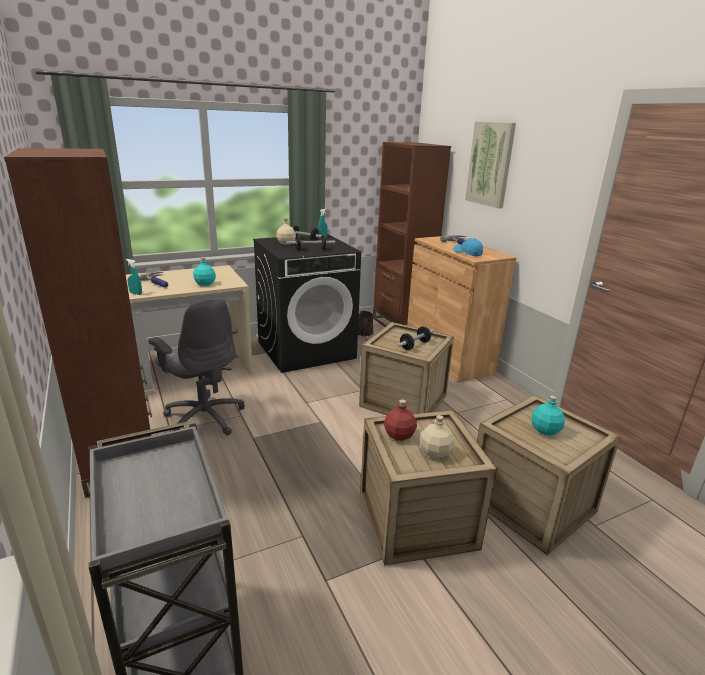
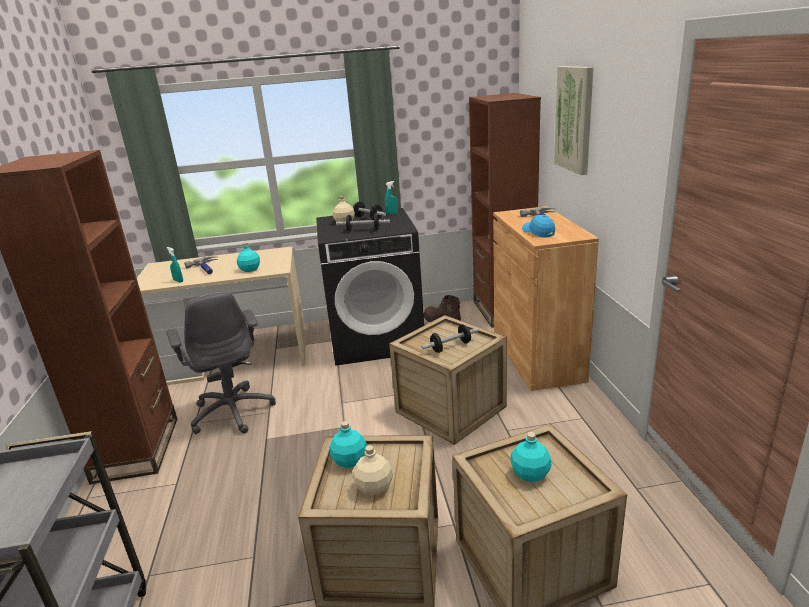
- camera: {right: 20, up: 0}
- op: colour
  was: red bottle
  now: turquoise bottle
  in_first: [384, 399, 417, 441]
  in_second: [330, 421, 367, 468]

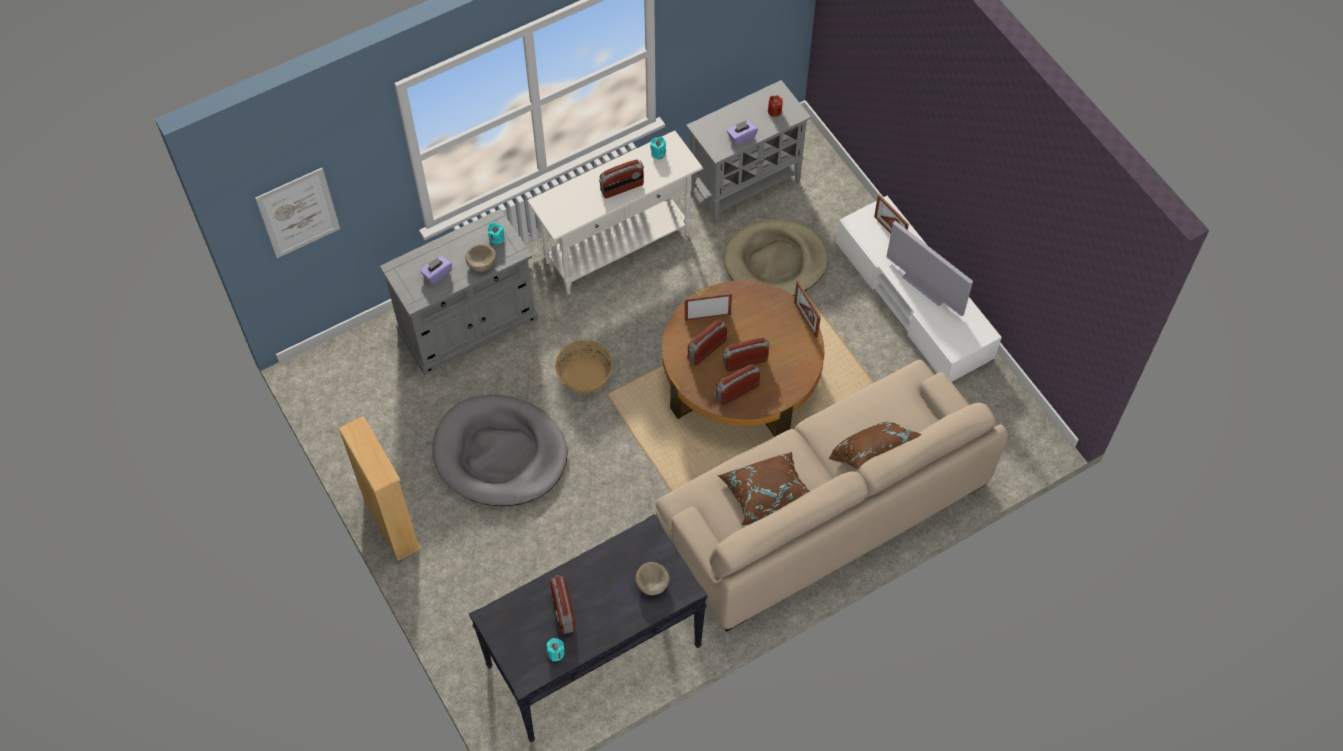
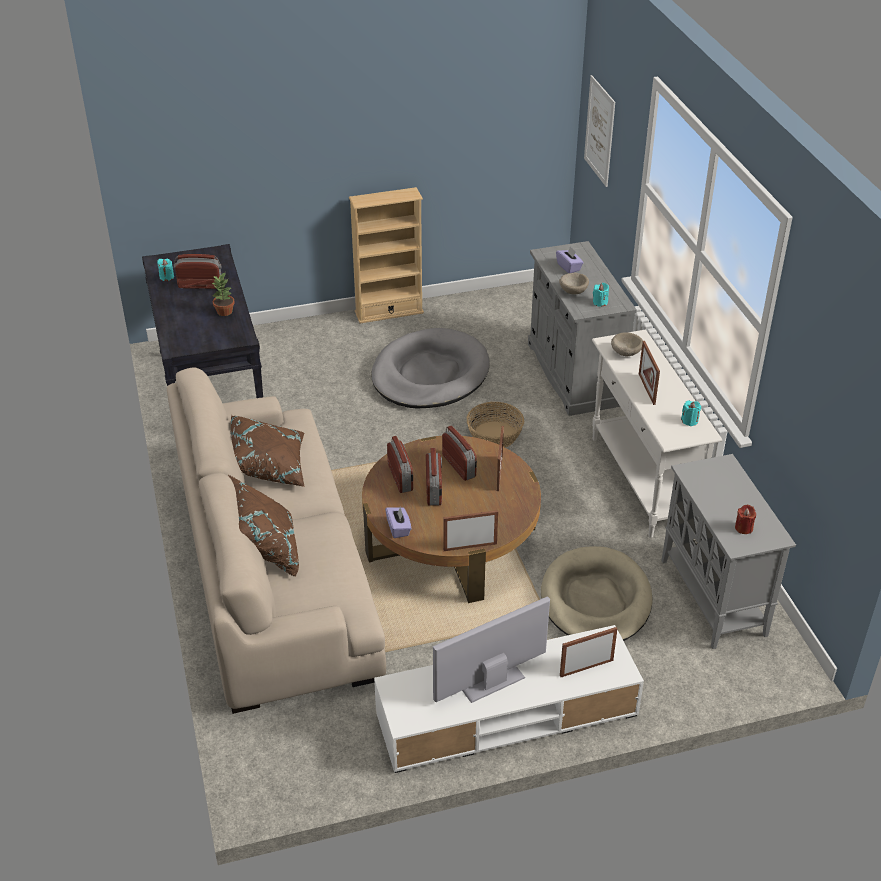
- camera: {right: 105, up: -20}
- op: exchanged
  was: radio
  now: picture frame
  in_first: [599, 159, 644, 198]
  in_second: [639, 341, 660, 405]
- op: relocated
  was: beige bowl
  in_first: [636, 562, 670, 595]
  in_second: [611, 332, 643, 356]
- op: relocated
  was: purple tissue box
  in_first: [727, 120, 758, 146]
  in_second: [385, 506, 411, 538]
- op: appeared
  now: potted plant
  in_second: [213, 272, 235, 316]

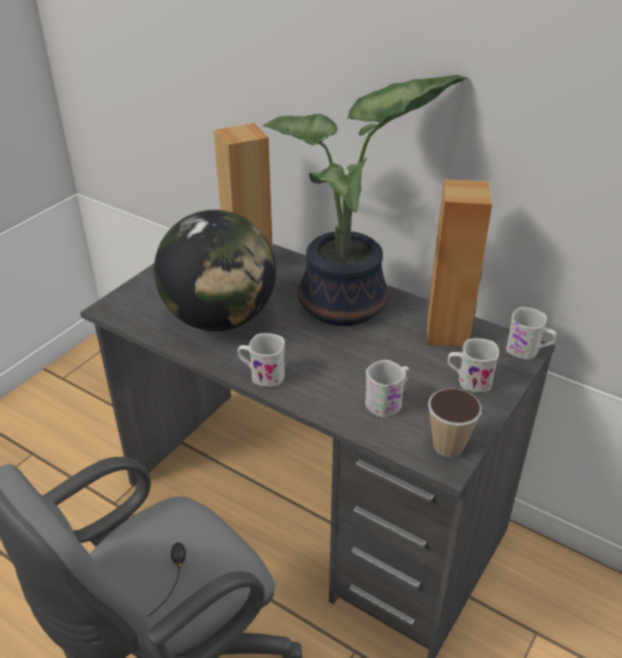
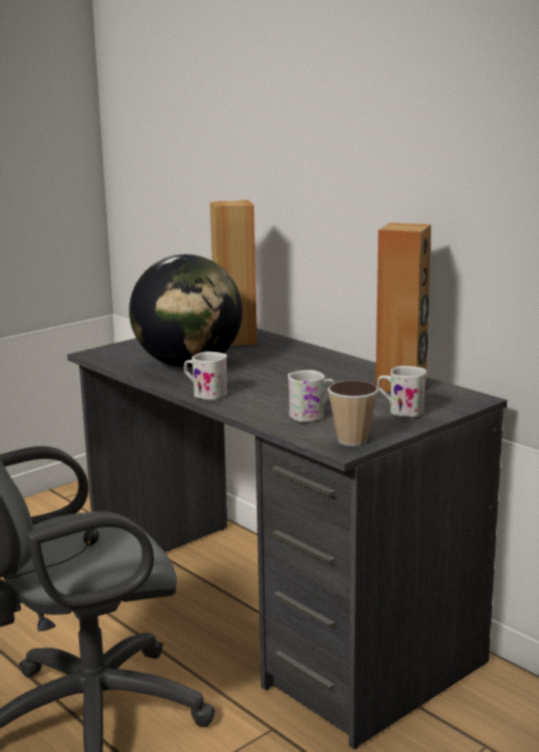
- camera: {right: 15, up: -20}
- op: missing
  was: potted plant
  in_first: [263, 75, 467, 326]
- op: missing
  was: white mug
  in_first: [506, 307, 557, 360]

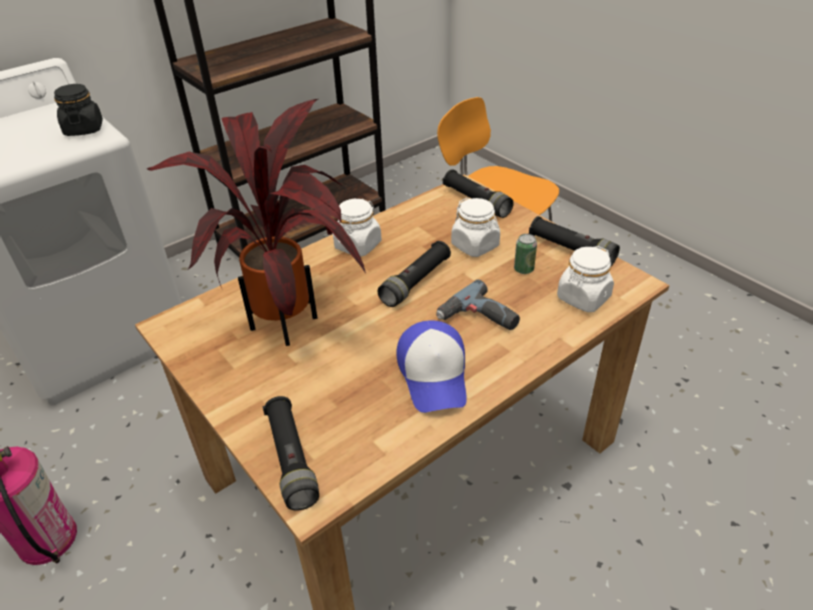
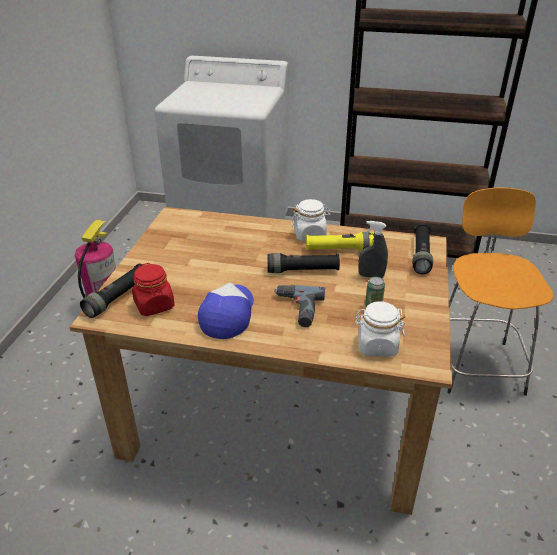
- camera: {right: 50, up: -5}
- op: missing
  was: black jar
  in_first: [54, 84, 103, 136]
- op: missing
  was: potted plant
  in_first: [147, 99, 366, 346]
- op: spun
  was: cap
  in_first: [396, 320, 467, 413]
  in_second: [198, 283, 254, 339]
  clockwise: 150
- op: exchanged
  was: white jar
  now: grey spray bottle
  in_first: [451, 198, 500, 257]
  in_second: [359, 221, 388, 278]
- op: missing
  was: black flashlight
  in_first: [529, 216, 620, 266]
- op: appeared
  now: red jar
  in_second: [132, 263, 175, 316]
- op: appeared
  now: yellow flashlight
  in_second: [306, 232, 374, 251]

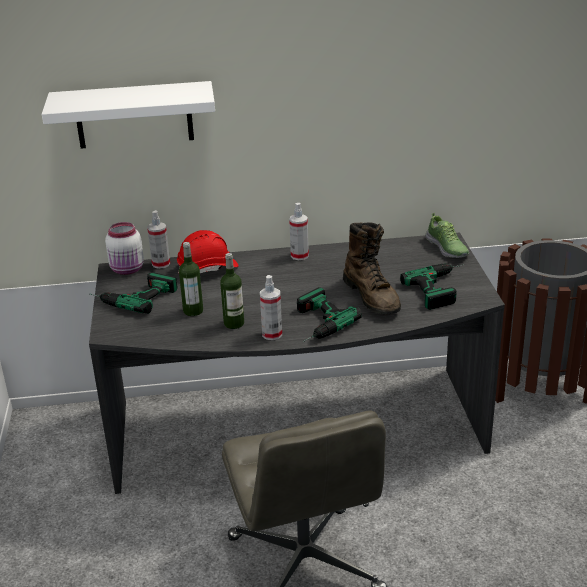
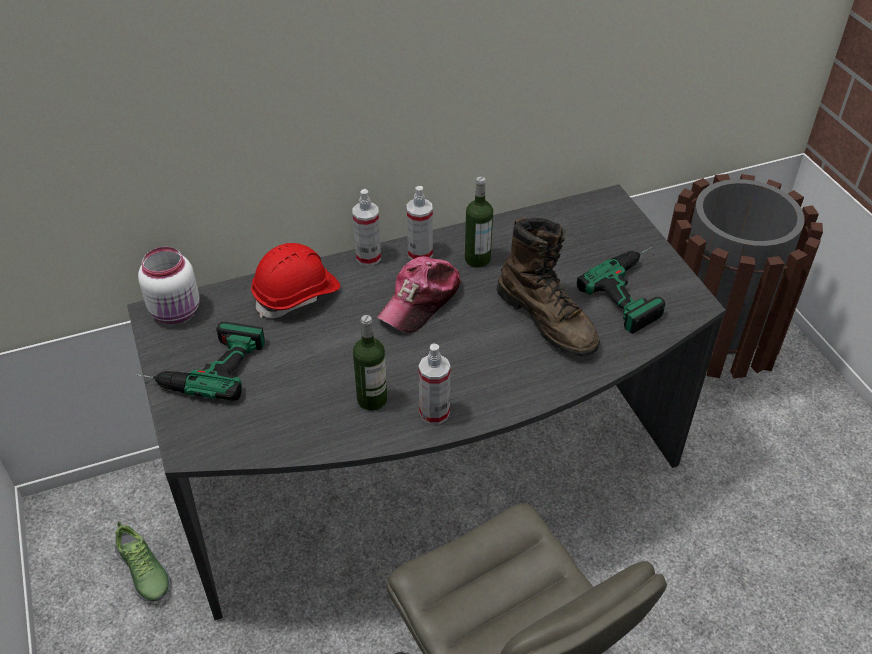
- camera: {right: -15, up: 15}
- op: missing
  was: white shelf
  in_first: [42, 81, 215, 149]
- op: relocated
  was: spray bottle
  in_first: [147, 210, 170, 269]
  in_second: [353, 189, 381, 266]
- op: relocated
  was: bottle
  in_first: [179, 242, 203, 316]
  in_second: [465, 176, 493, 268]
- op: missing
  was: power drill
  in_first: [297, 287, 362, 342]
- op: relocated
  was: shoe
  in_first: [425, 213, 469, 258]
  in_second: [115, 521, 171, 602]
- op: appeared
  now: cap
  in_second: [377, 256, 461, 333]

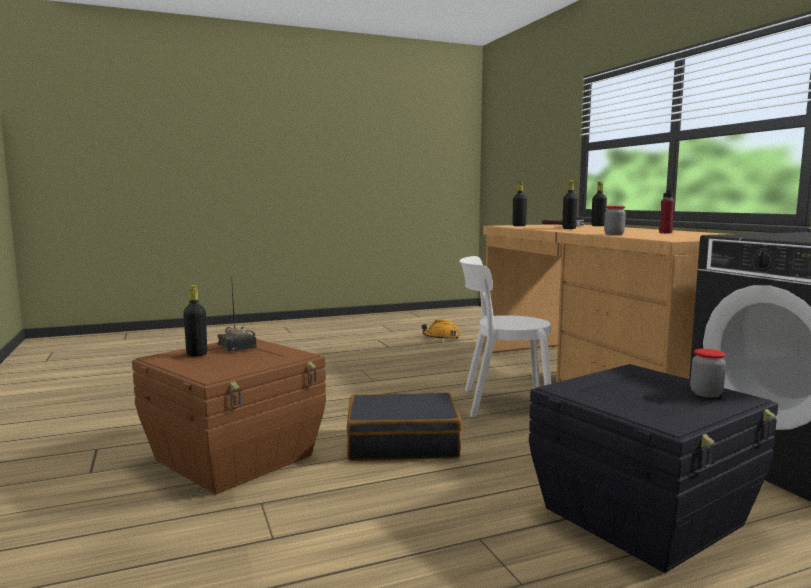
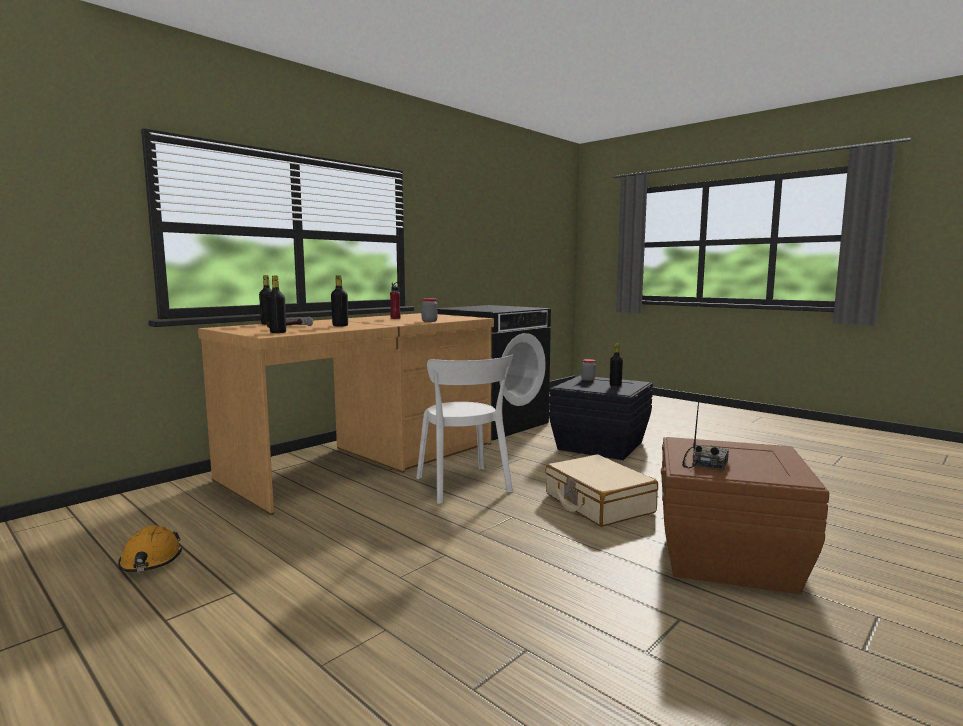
- camera: {right: -115, up: 0}
- op: relocated
  was: black bottle
  in_first: [183, 285, 207, 357]
  in_second: [610, 343, 623, 386]
- op: colour
  was: black suitcase
  now: beige suitcase
  in_first: [347, 392, 462, 461]
  in_second: [545, 454, 658, 527]

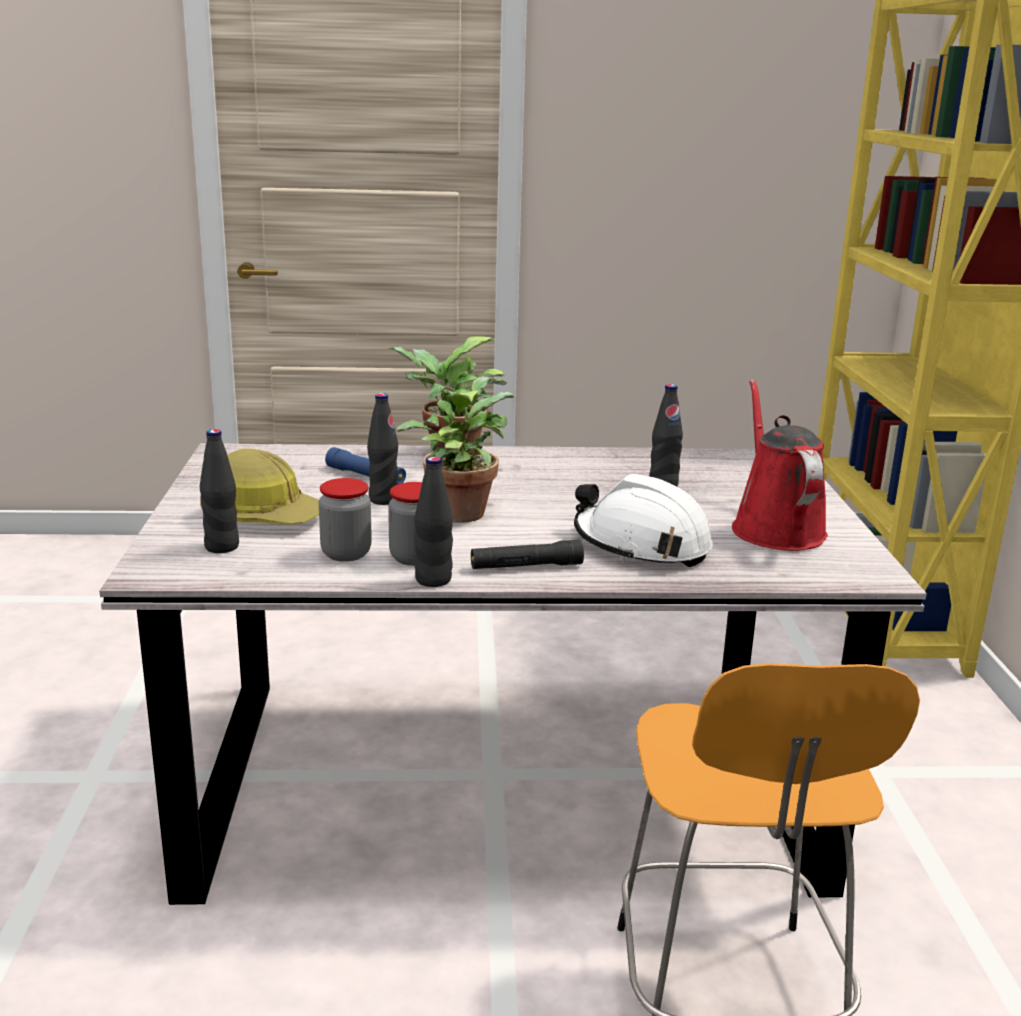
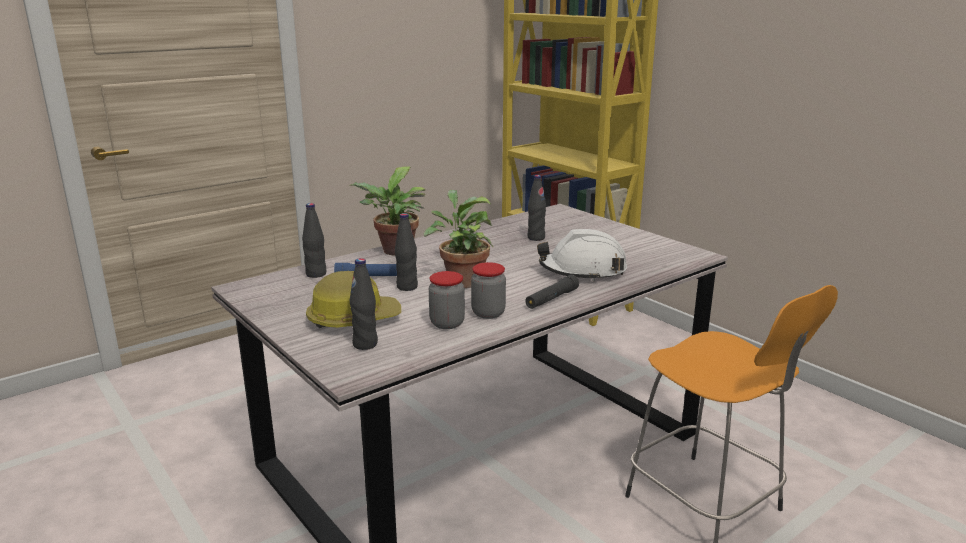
- camera: {right: -35, up: 0}
- op: relocated
  was: black bottle
  in_first: [414, 456, 453, 587]
  in_second: [302, 203, 326, 278]
- op: missing
  was: red watering can
  in_first: [732, 379, 828, 551]

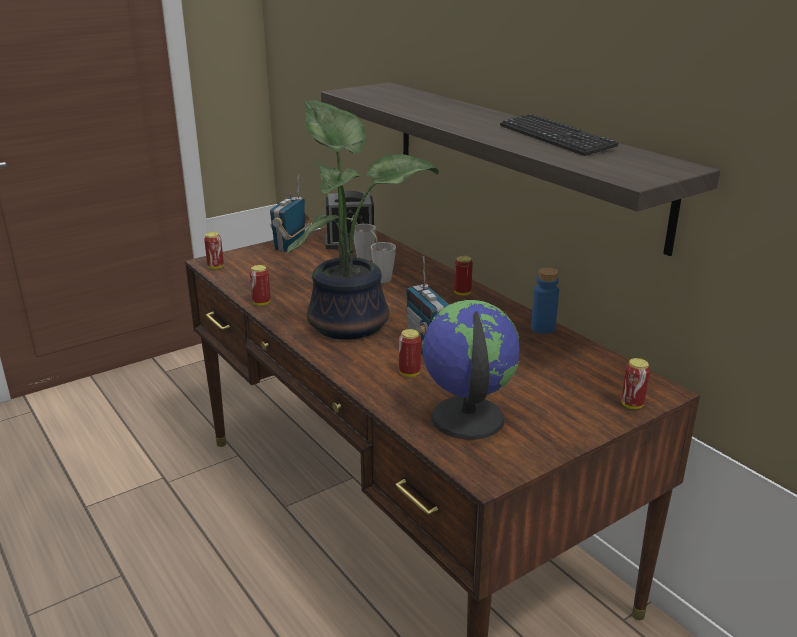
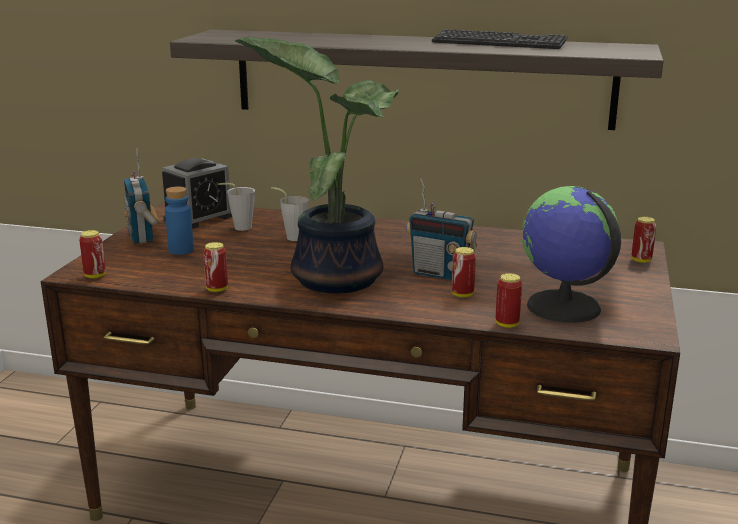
- camera: {right: -40, up: -5}
- op: relocated
  was: can
  in_first: [454, 256, 473, 296]
  in_second: [496, 273, 522, 328]
- op: relocated
  was: blue bottle
  in_first: [531, 267, 559, 334]
  in_second: [165, 186, 194, 255]

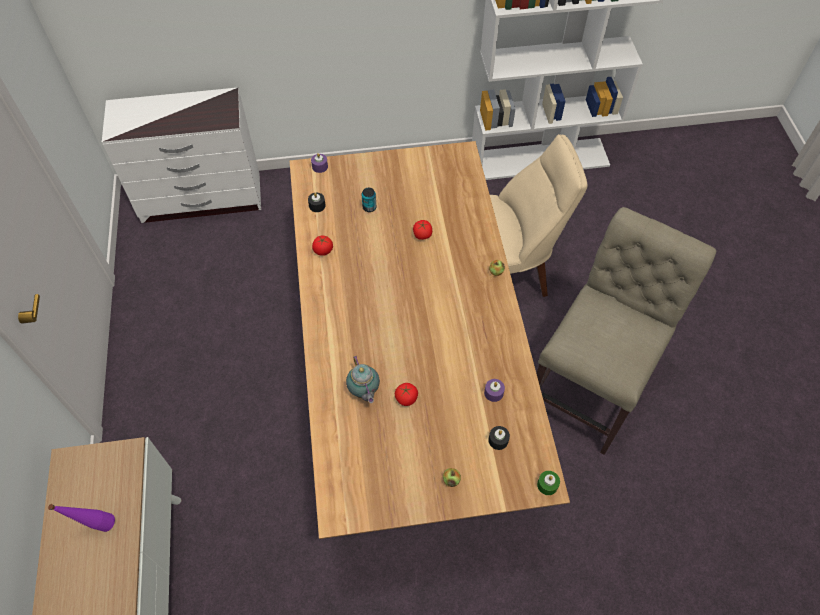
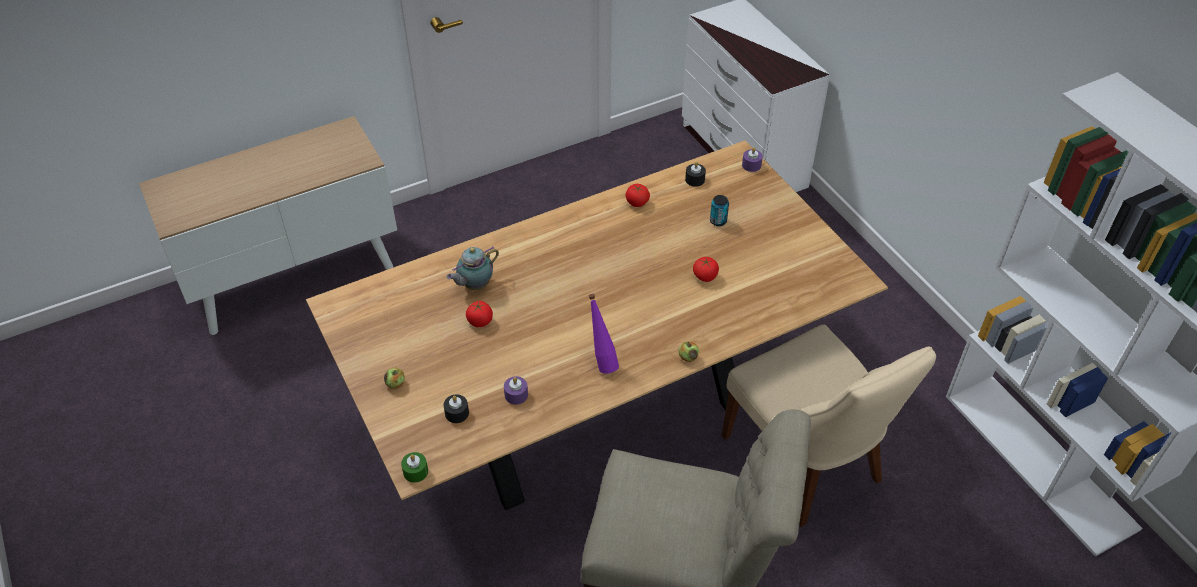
- camera: {right: 70, up: -10}
- op: relocated
  was: purple bottle
  in_first: [48, 504, 115, 532]
  in_second: [589, 294, 619, 374]

